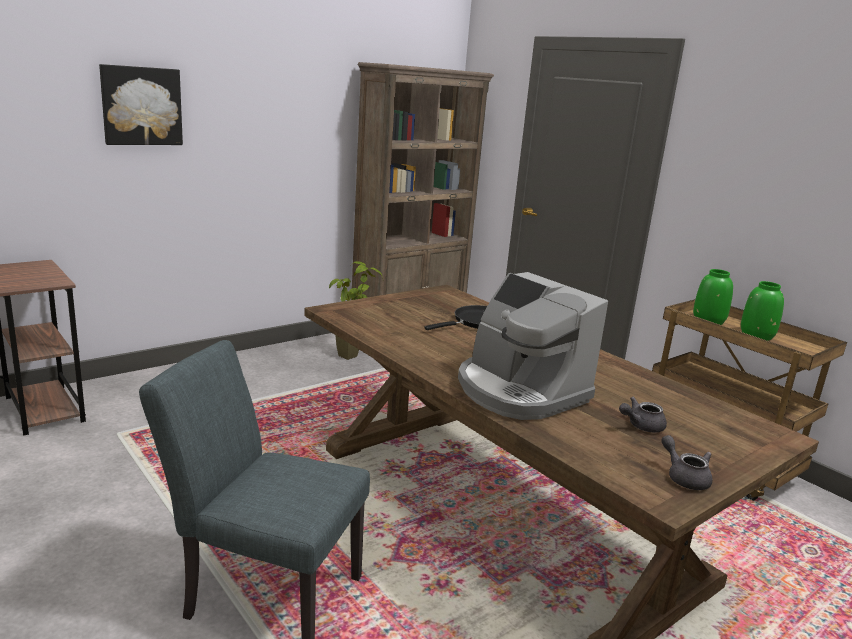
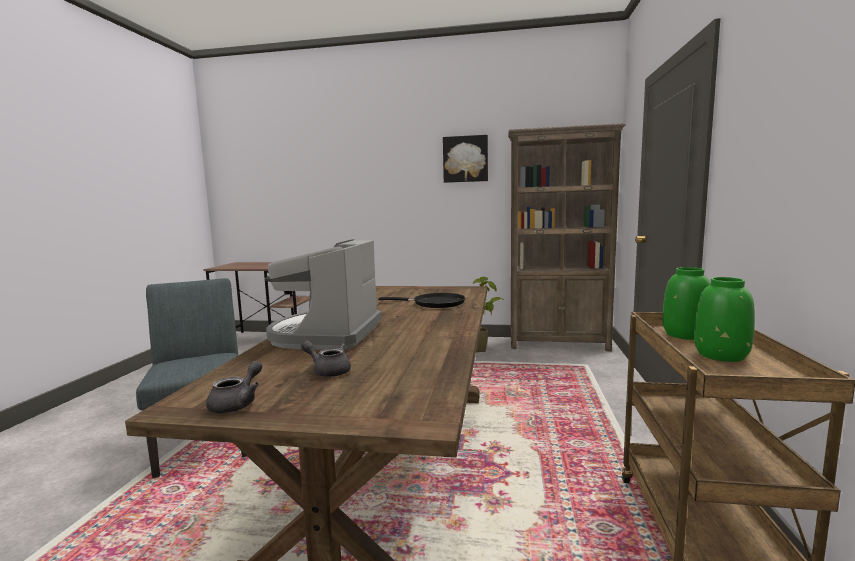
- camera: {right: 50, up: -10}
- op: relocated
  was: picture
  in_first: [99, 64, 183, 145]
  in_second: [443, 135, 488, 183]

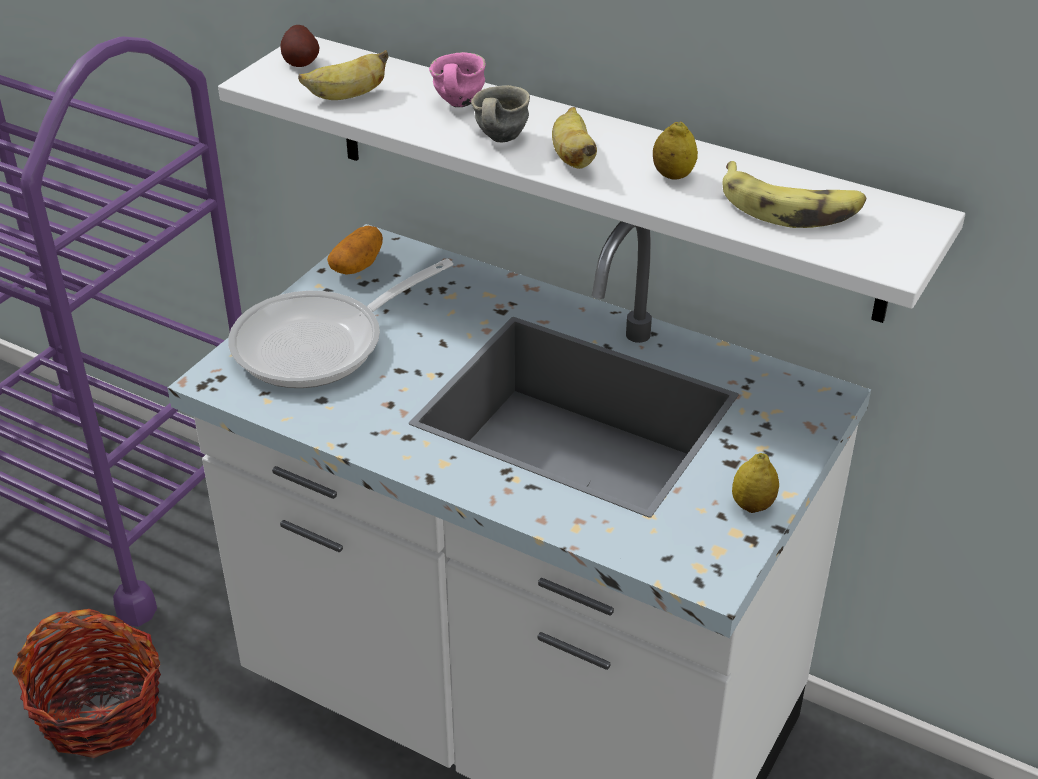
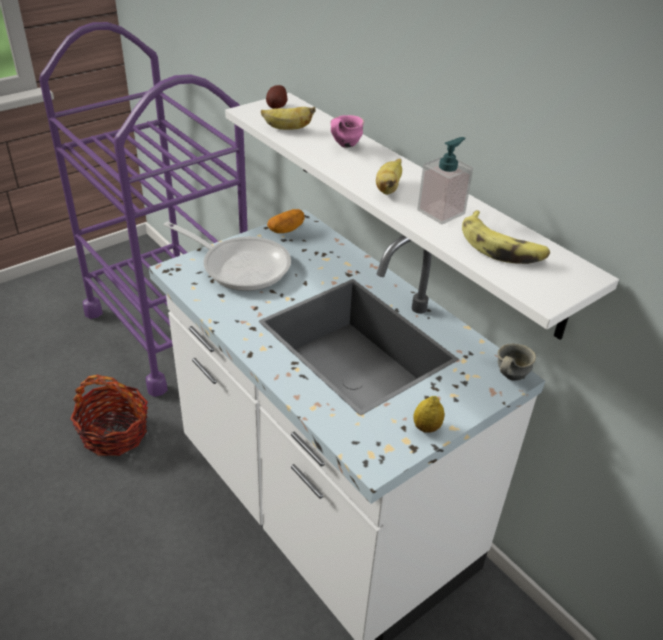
- camera: {right: 20, up: 0}
- op: spun
  was: frying pan
  in_first: [228, 259, 453, 388]
  in_second: [164, 221, 291, 291]
  clockwise: -135
- op: relocated
  was: grey mug
  in_first: [471, 85, 530, 142]
  in_second: [498, 343, 536, 381]
- op: exchanged
  was: lemon
  now: soap dispenser
  in_first: [653, 121, 698, 180]
  in_second: [417, 137, 473, 224]

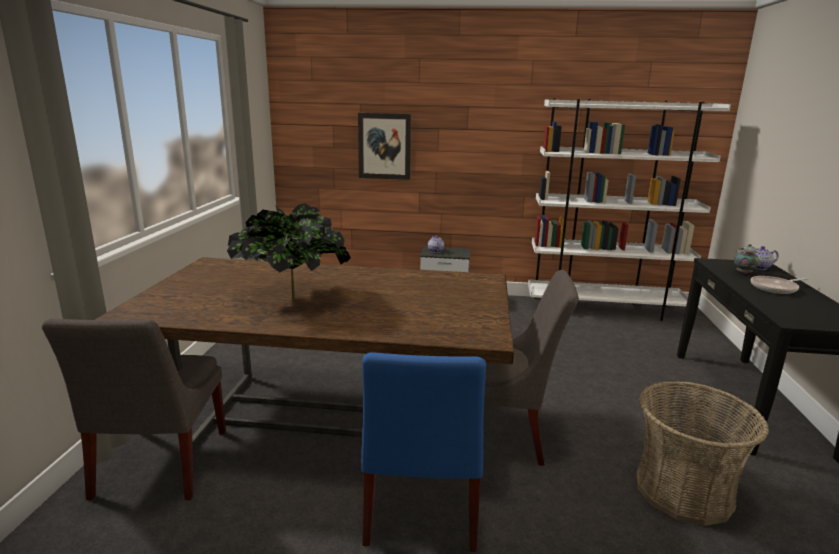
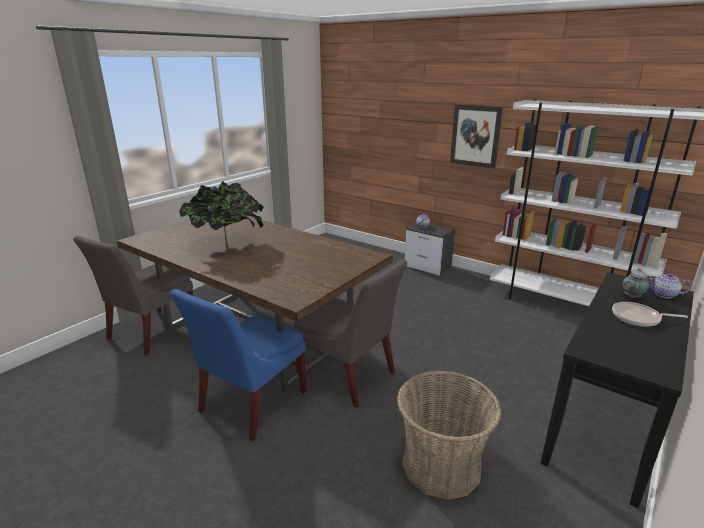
- camera: {right: 30, up: 5}
- op: relocated
  was: picture
  in_first: [358, 113, 411, 180]
  in_second: [450, 104, 503, 169]

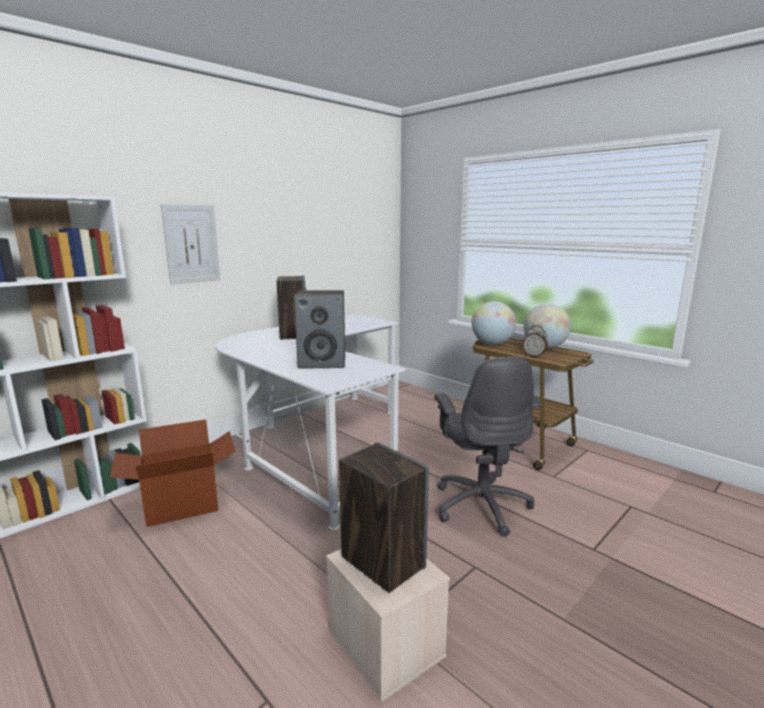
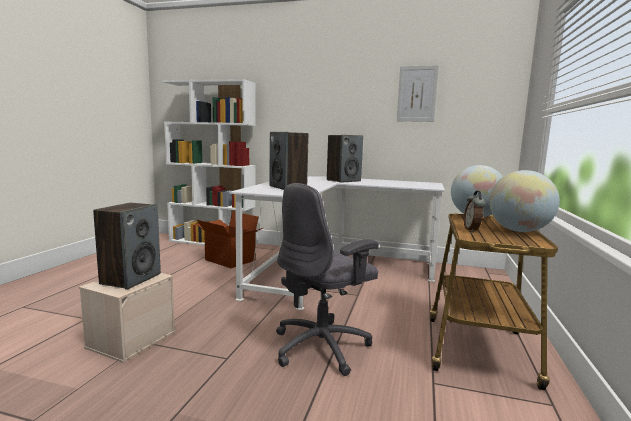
- camera: {right: 60, up: -5}
- op: relocated
  was: picture
  in_first: [161, 204, 220, 284]
  in_second: [397, 65, 439, 122]

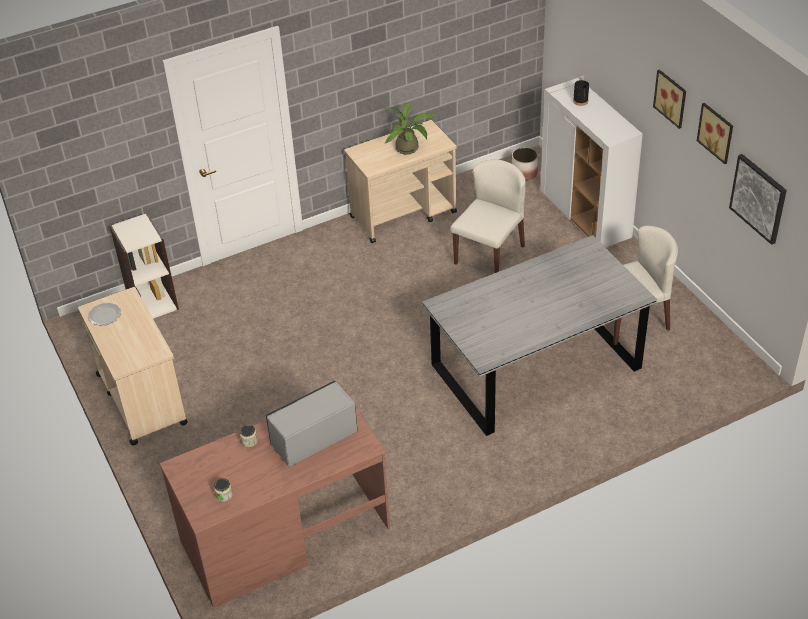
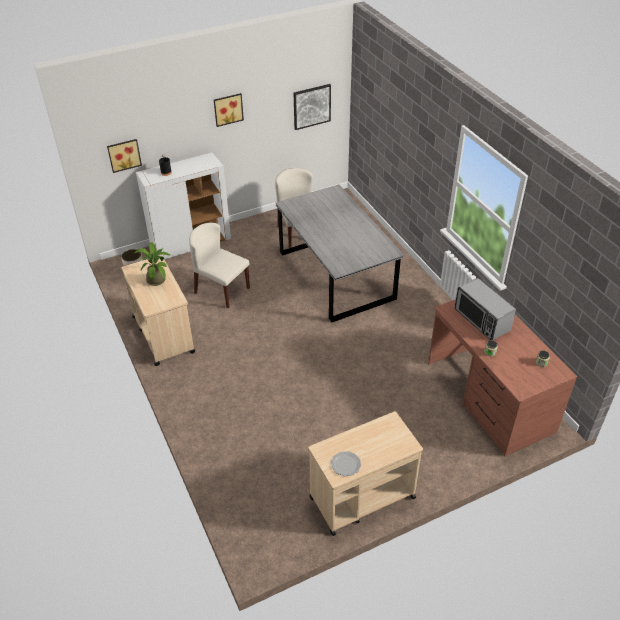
- camera: {right: -90, up: 0}
- op: missing
  was: bookcase
  in_first: [110, 213, 179, 319]
- op: relocated
  was: picture
  in_first: [697, 103, 733, 164]
  in_second: [107, 139, 142, 173]

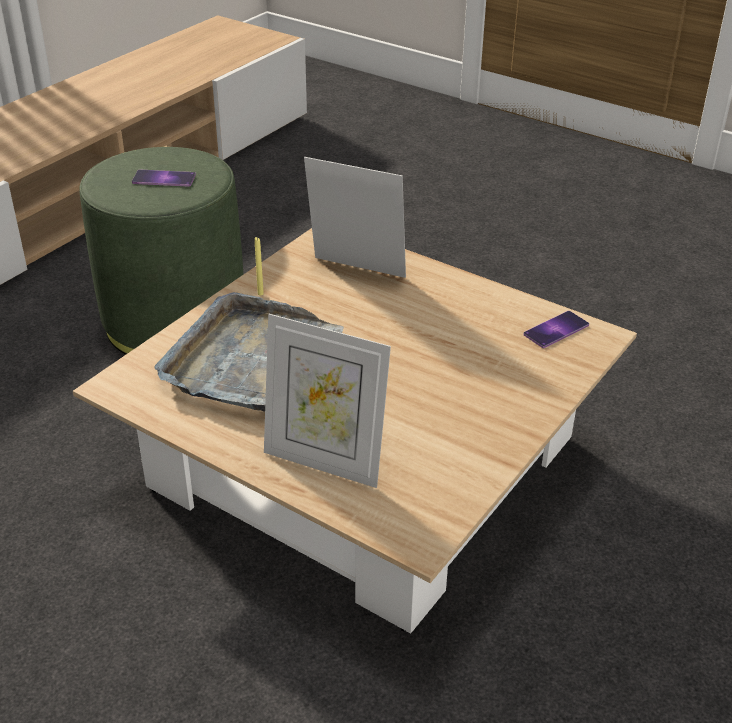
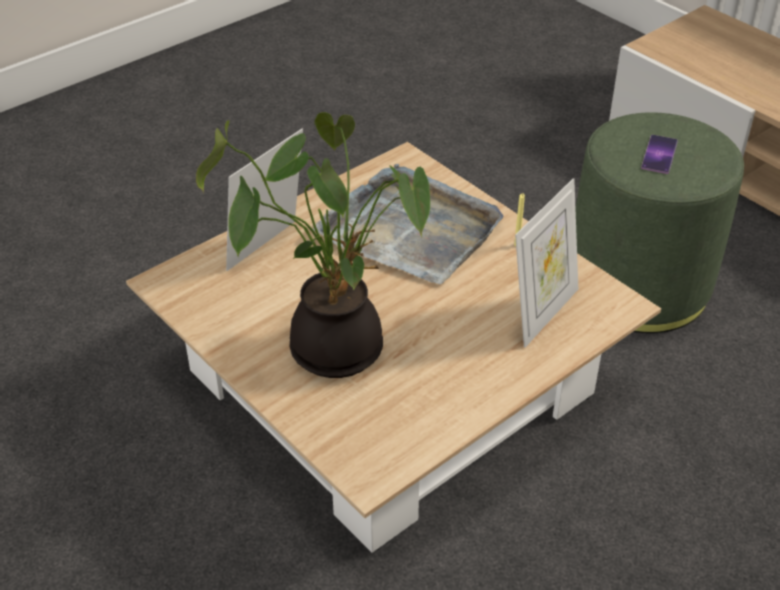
- camera: {right: 105, up: 5}
- op: missing
  was: phone
  in_first: [523, 311, 589, 348]
- op: appeared
  now: potted plant
  in_second: [196, 112, 430, 378]

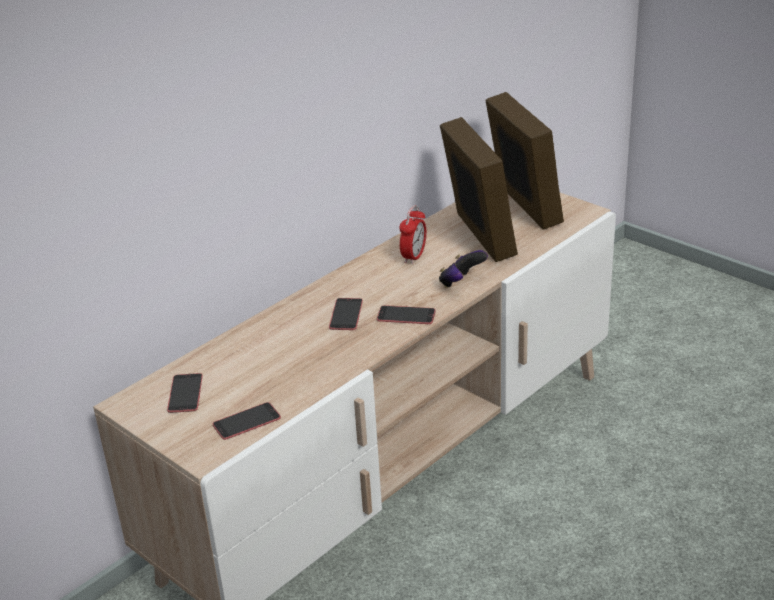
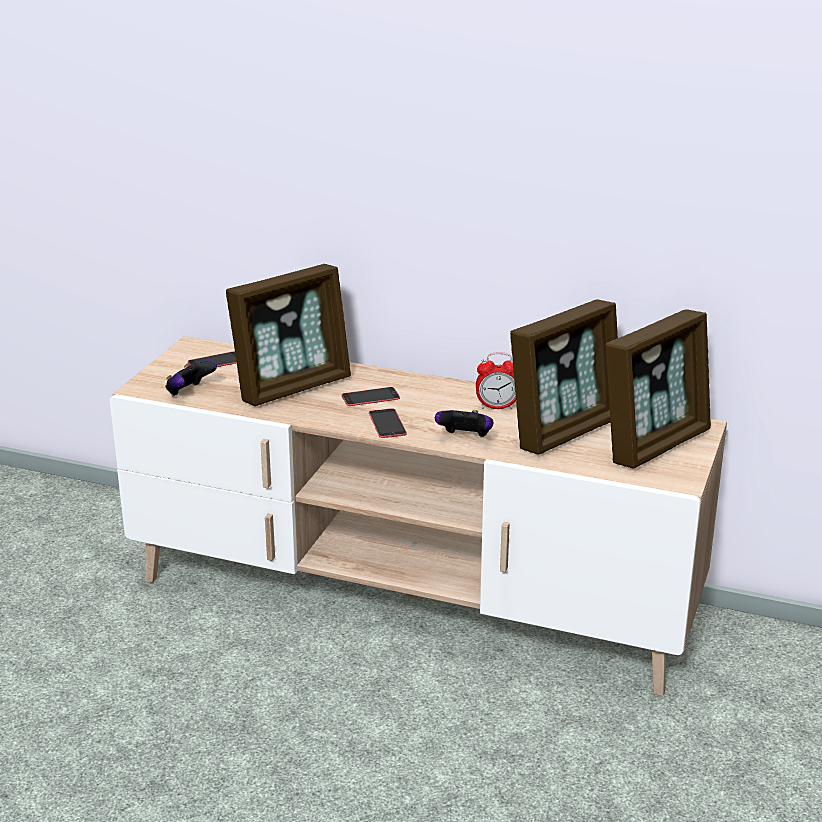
- camera: {right: 65, up: -5}
- op: exchanged
  was: phone
  now: game controller
  in_first: [213, 402, 281, 440]
  in_second: [165, 360, 217, 396]
- op: appeared
  now: picture frame
  in_second: [226, 264, 351, 406]

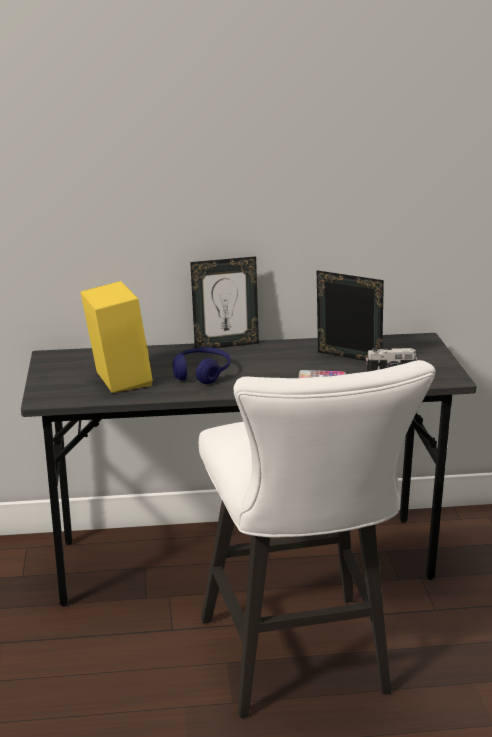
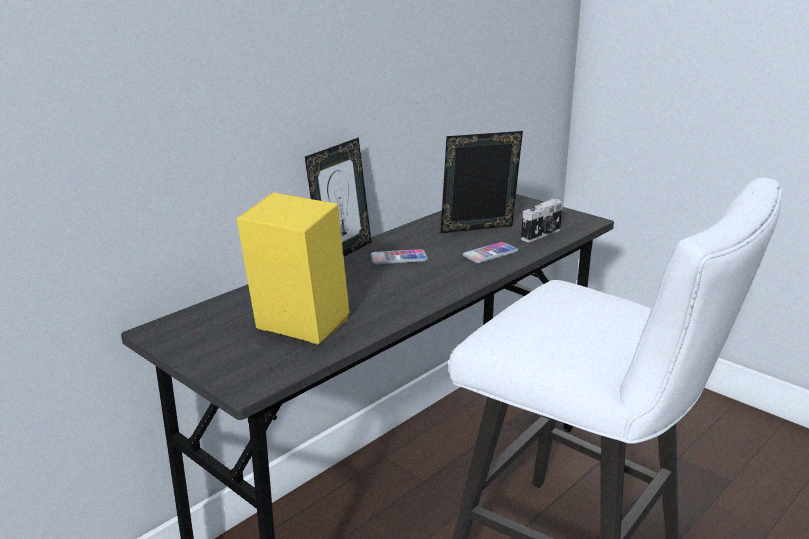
- camera: {right: -40, up: 0}
- op: missing
  was: blue headphones
  in_first: [173, 347, 231, 384]
- op: appeared
  now: phone
  in_second: [371, 249, 428, 264]

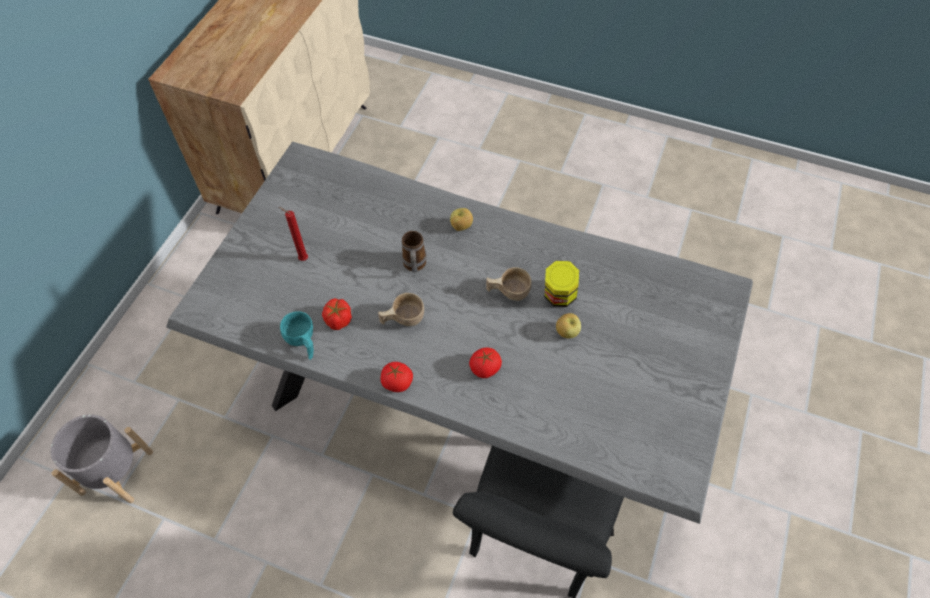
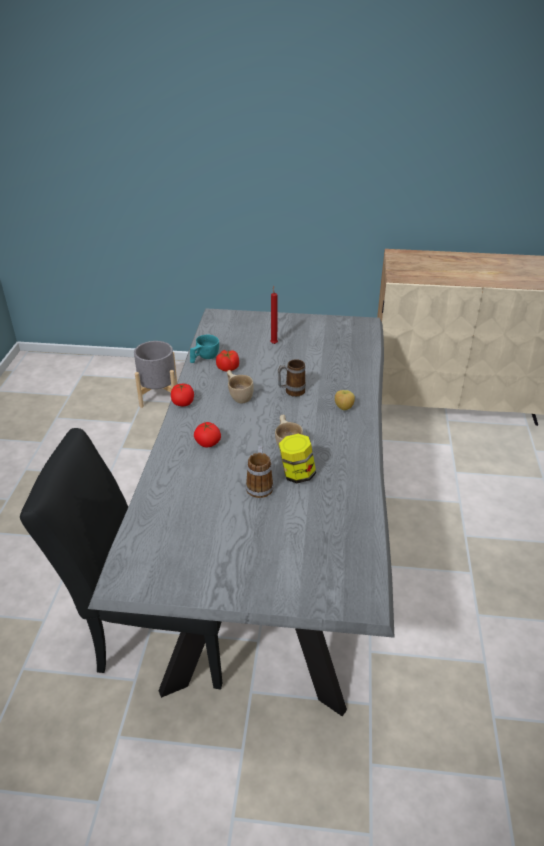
- camera: {right: 75, up: -20}
- op: exchanged
  was: apple
  now: mug
  in_first: [556, 313, 581, 338]
  in_second: [246, 446, 274, 498]

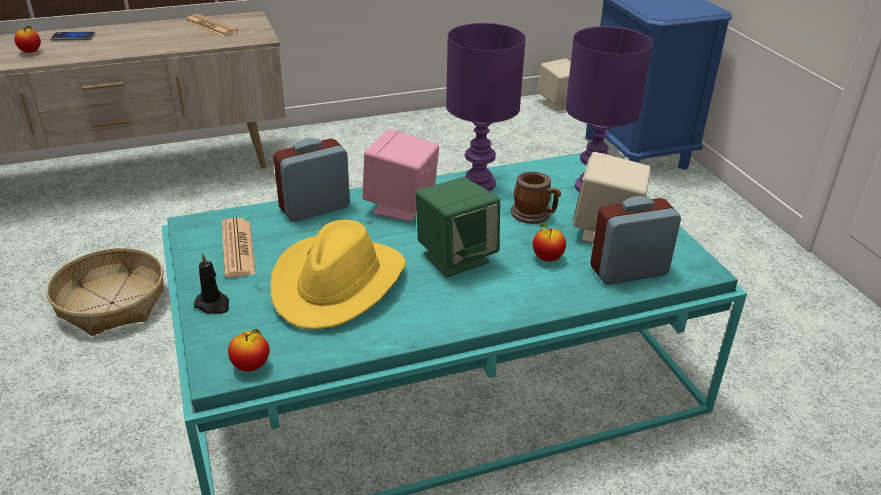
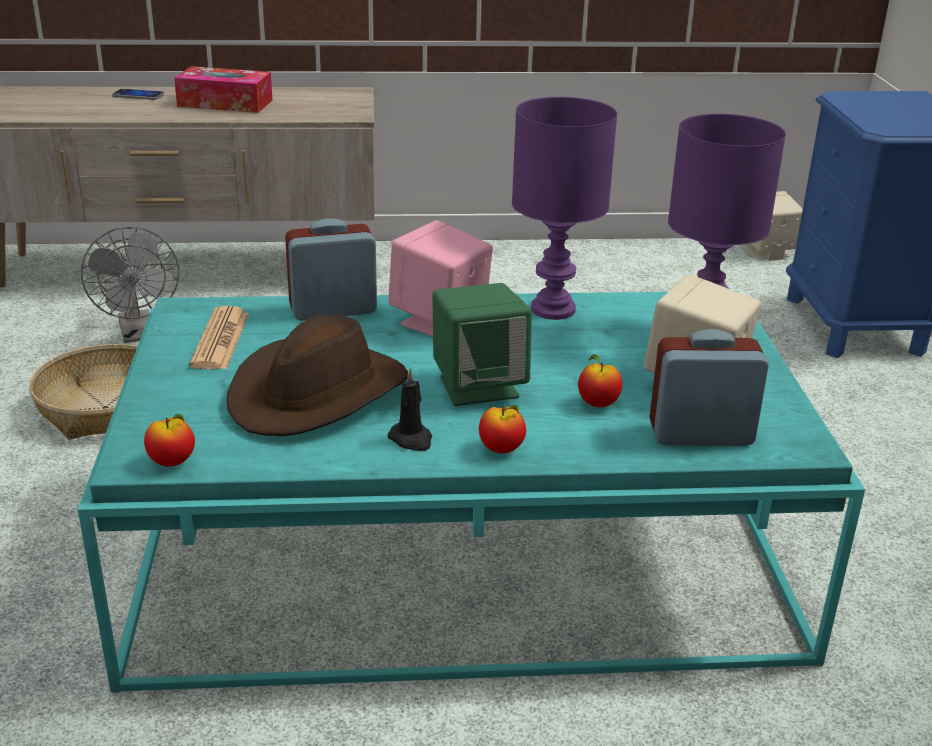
- camera: {right: 15, up: -5}
- op: relocated
  was: apple
  in_first: [14, 26, 41, 53]
  in_second: [479, 405, 526, 453]
- op: missing
  was: newspaper
  in_first: [184, 14, 238, 37]
- op: relocated
  was: black candle
  in_first: [194, 254, 229, 314]
  in_second: [387, 368, 432, 451]
- op: colour
  was: yellow hat
  now: brown hat
  in_first: [271, 220, 406, 330]
  in_second: [227, 315, 408, 436]
- op: missing
  was: mug
  in_first: [511, 172, 561, 224]
- op: appeared
  now: grey fan
  in_second: [81, 227, 179, 343]
- op: appeared
  now: tissue box
  in_second: [174, 66, 272, 113]

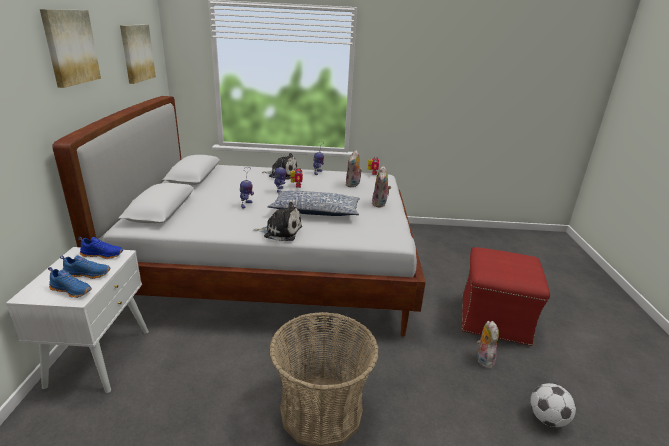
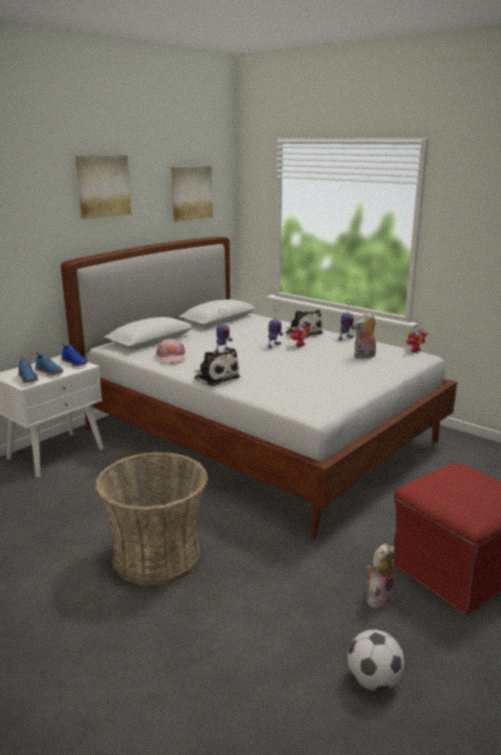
- camera: {right: 40, up: -5}
- op: missing
  was: pillow
  in_first: [268, 191, 360, 216]
- op: missing
  was: plush toy
  in_first: [372, 166, 391, 208]
- op: appeared
  now: pink cap
  in_second: [156, 338, 185, 364]

